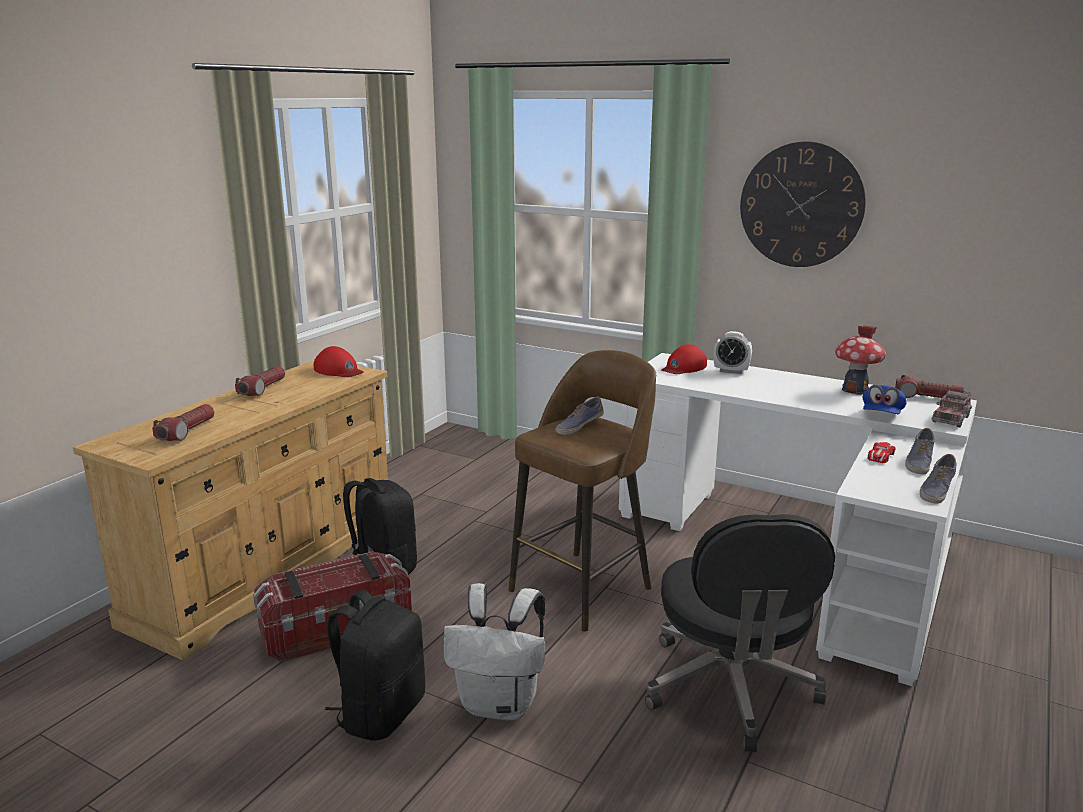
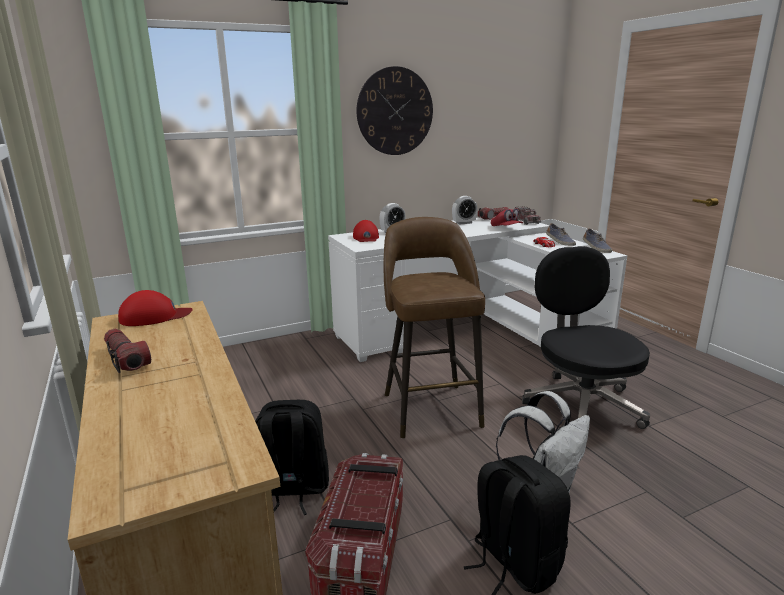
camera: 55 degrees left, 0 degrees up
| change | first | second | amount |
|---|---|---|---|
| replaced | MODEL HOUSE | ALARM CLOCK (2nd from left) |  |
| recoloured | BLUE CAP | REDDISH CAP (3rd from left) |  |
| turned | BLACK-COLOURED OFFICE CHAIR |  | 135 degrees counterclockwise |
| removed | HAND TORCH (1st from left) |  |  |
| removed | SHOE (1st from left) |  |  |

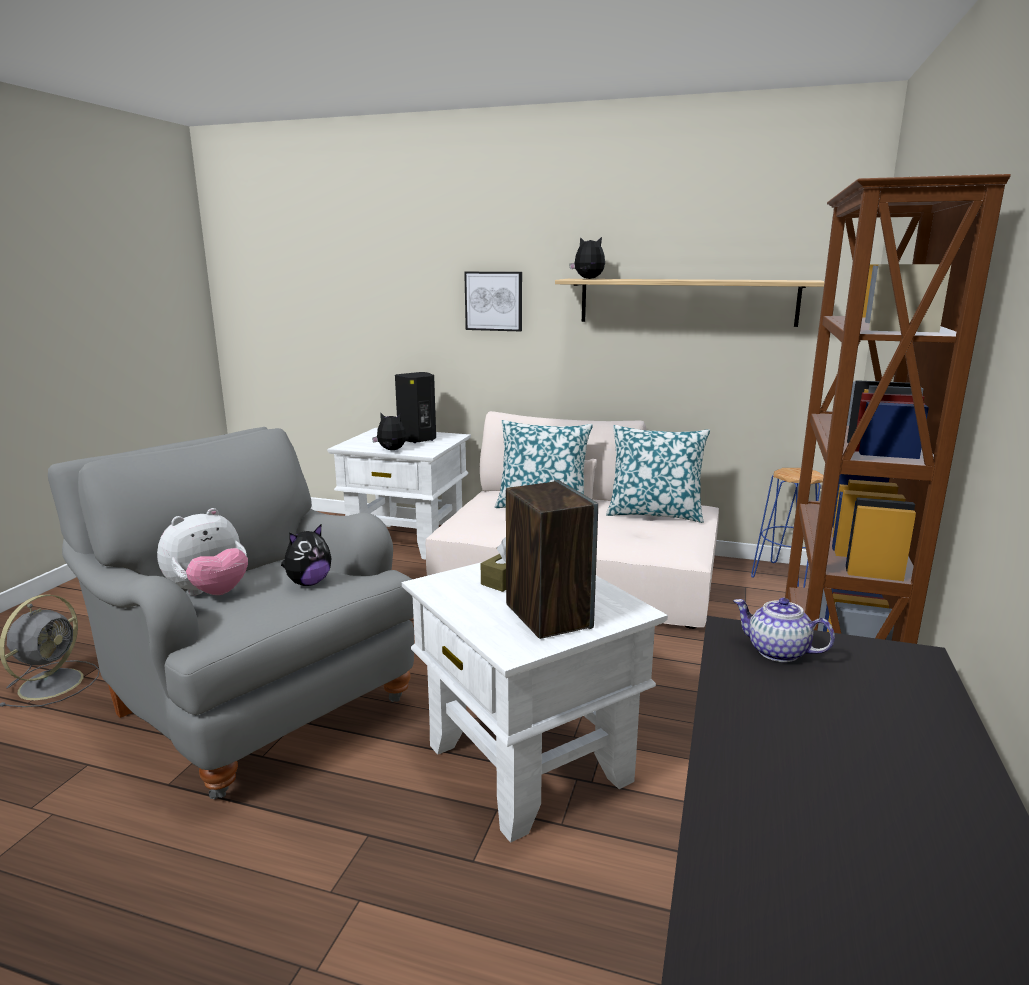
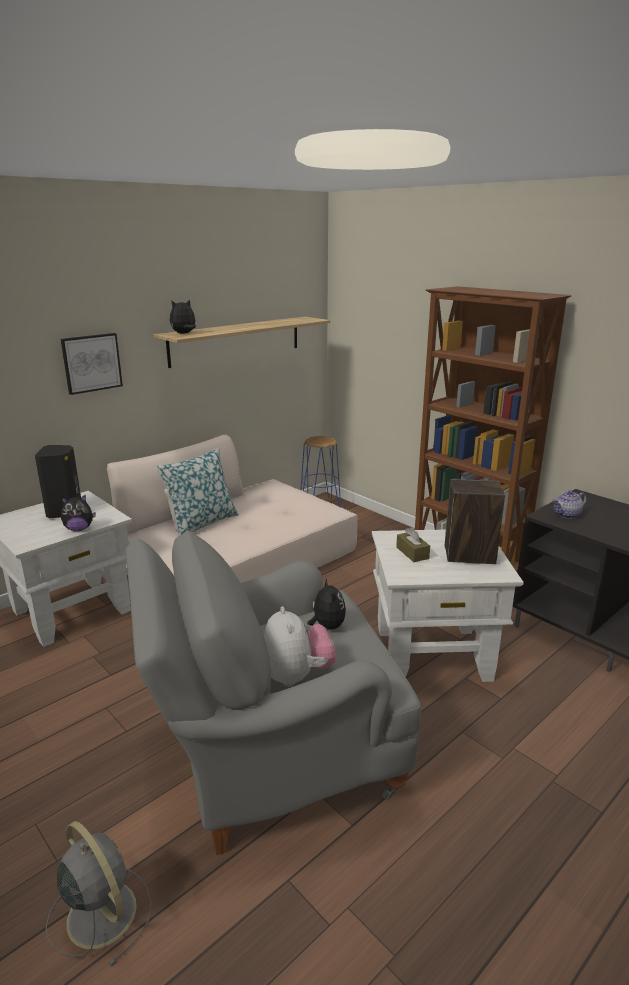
camera: 60 degrees left, 5 degrees up
| change | first | second | amount |
|---|---|---|---|
| turned | SOFT TOY (3rd from left in the first image) | SOFT TOY (1st from left) | 150 degrees counterclockwise |
| removed | THROW PILLOW (2nd from left) |  |  |

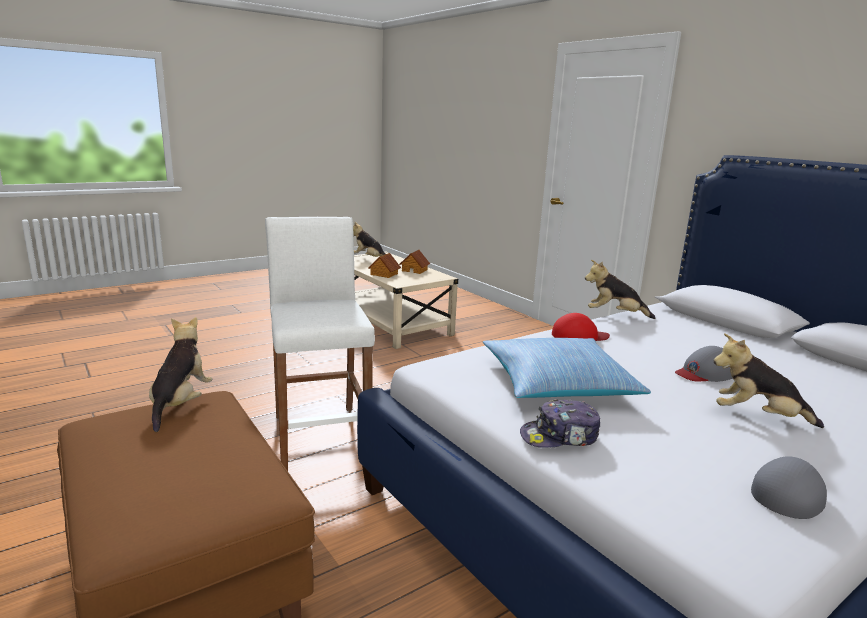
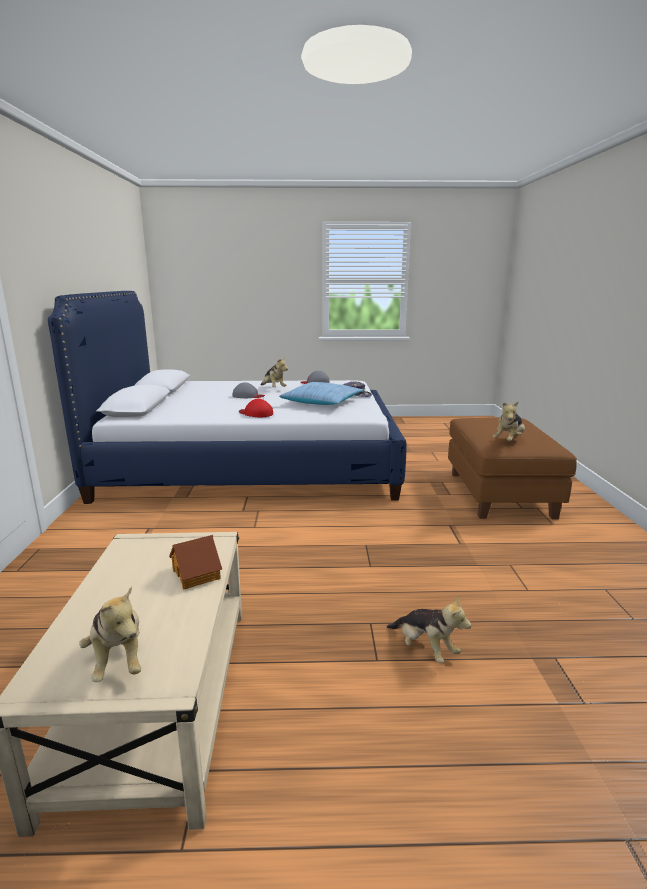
camera: 145 degrees left, 0 degrees up
| change | first | second | amount |
|---|---|---|---|
| moved | SOFT TOY (3rd from left) |  |  |
| removed | WHITE-COLOURED STOOL |  |  |
| removed | MODEL HOUSE (2nd from left) |  |  |

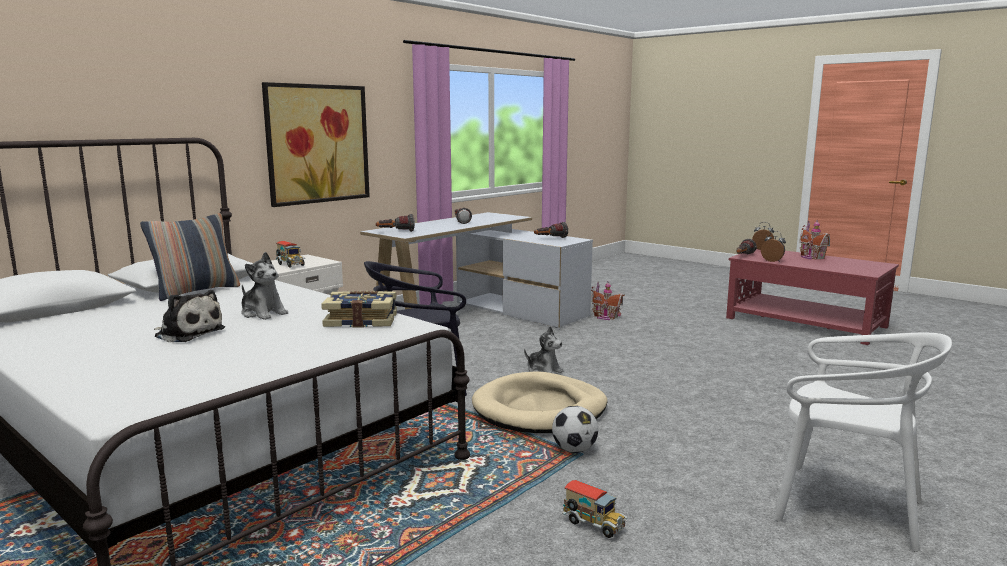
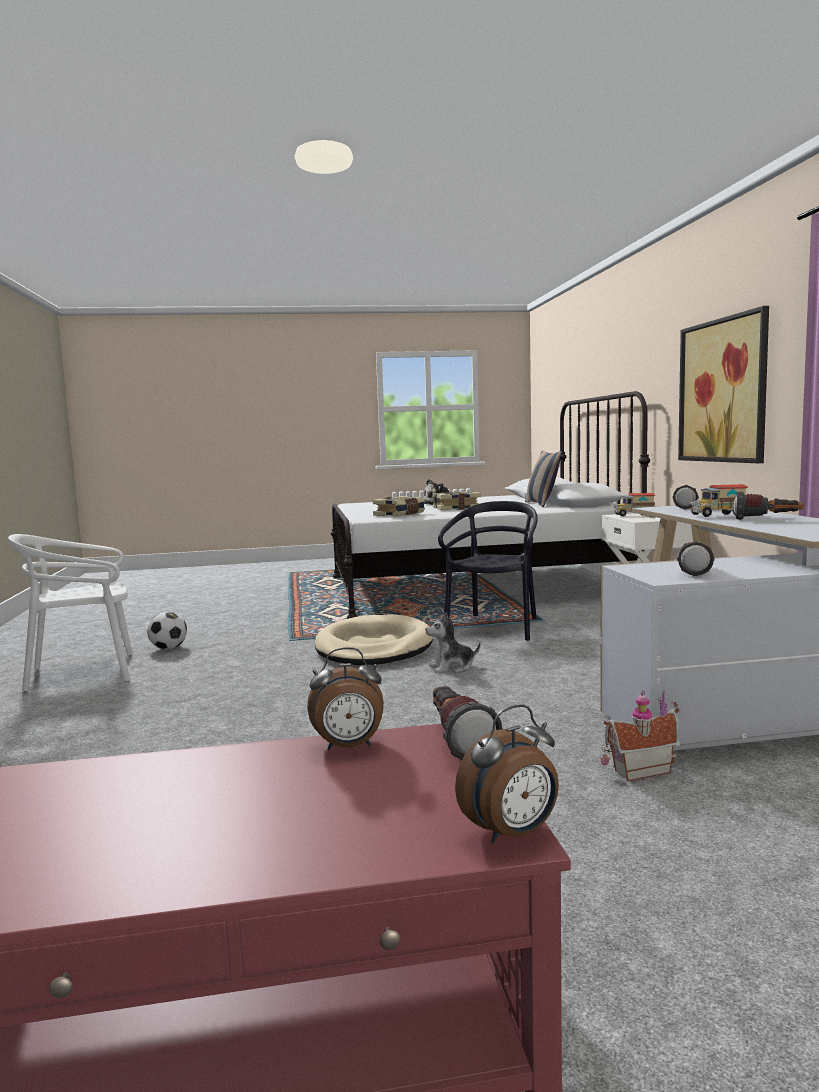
camera: 130 degrees right, 5 degrees down
| change | first | second | amount |
|---|---|---|---|
| moved | FOOTBALL BALL |  |  |
| replaced | SOFT TOY (2nd from left) | VOLUME (2nd from left) |  |
| moved | MODEL TRUCK (2nd from left) |  |  |
| removed | MODEL HOUSE (2nd from left) |  |  |

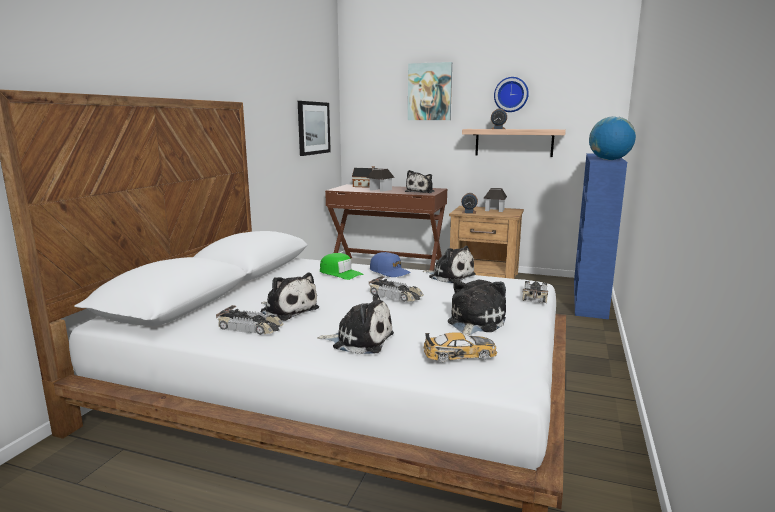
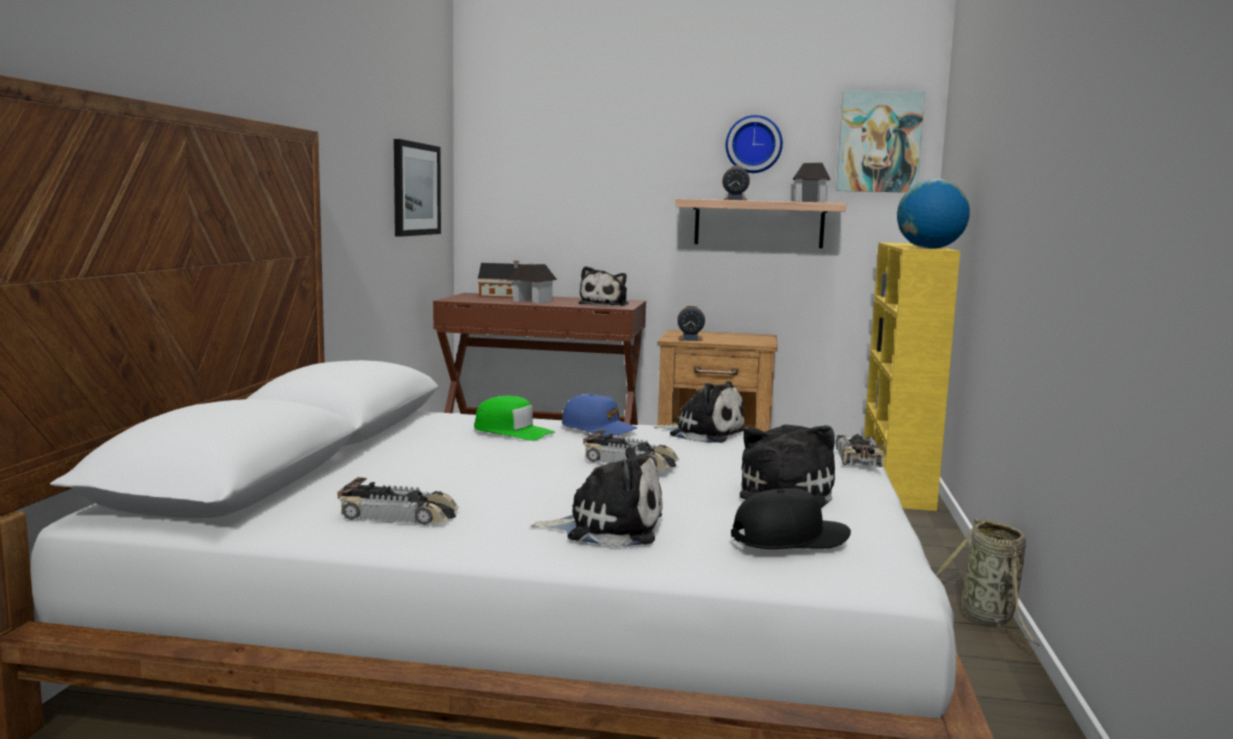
camera: 10 degrees left, 5 degrees down
| change | first | second | amount |
|---|---|---|---|
| replaced | MODEL CAR (3rd from left) | BLACK-COLOURED CAP |  |
| moved | MODEL HOUSE (3rd from left) |  |  |
| moved | PICTURE (2nd from left) |  |  |
| recoloured | BLUE BOOKSHELF | YELLOWISH BOOKSHELF |  |
| added |  | BASKET |  |
| removed | SOFT TOY (1st from left) |  |  |

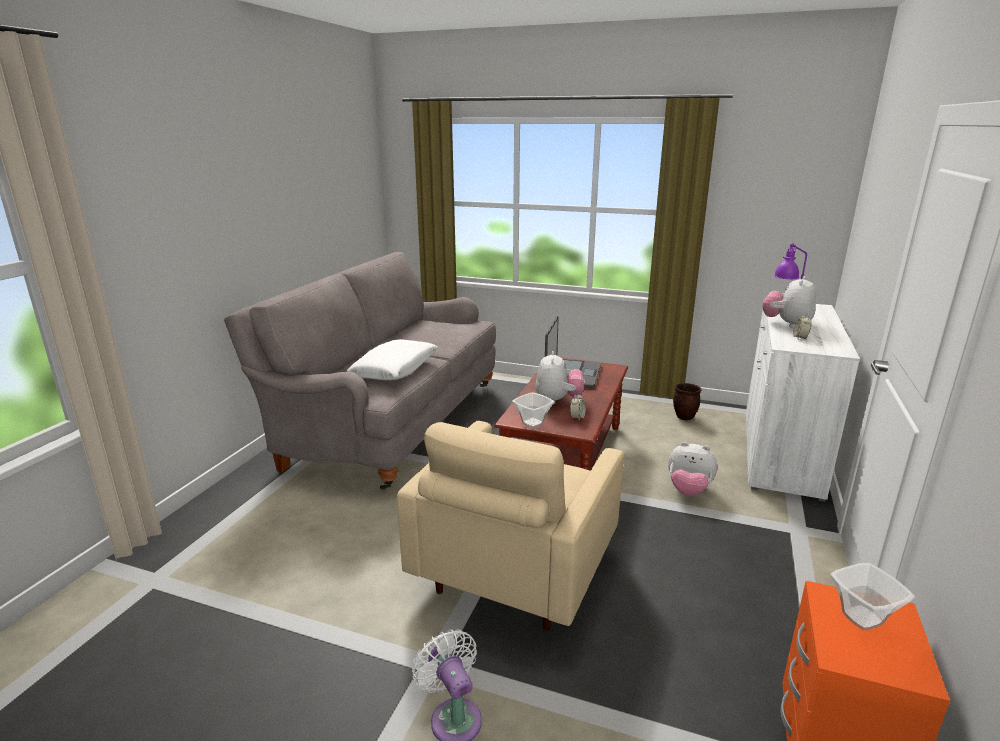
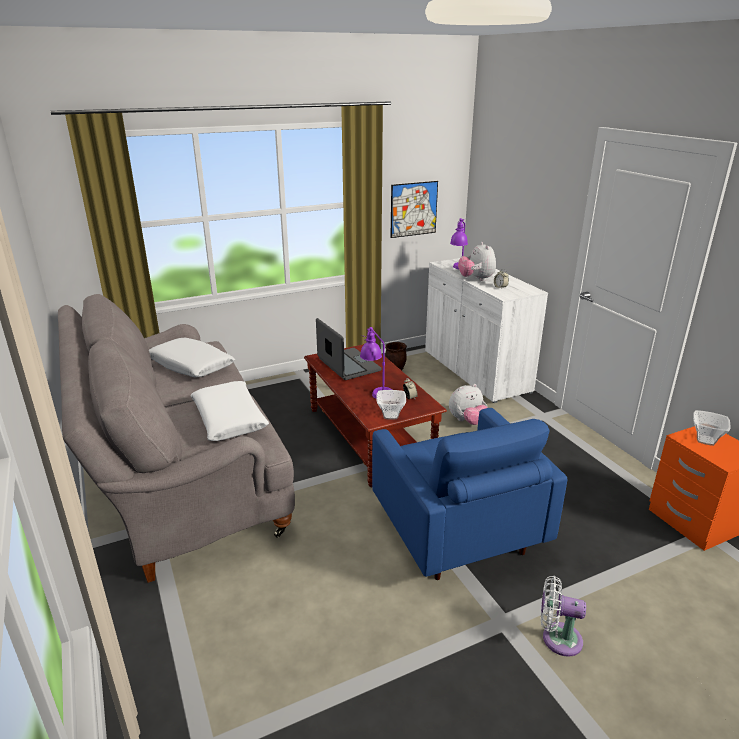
camera: 45 degrees left, 5 degrees up
| change | first | second | amount |
|---|---|---|---|
| added |  | WHITE-COLOURED THROW PILLOW (1st from left) |  |
| replaced | SOFT TOY (1st from left) | PURPLE TABLE LAMP (1st from left) |  |
| recoloured | BEIGE-COLOURED EASY CHAIR | BLUE EASY CHAIR |  |
| added |  | PICTURE |  |

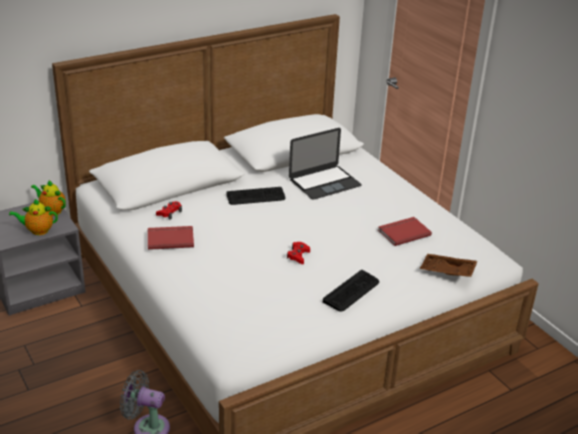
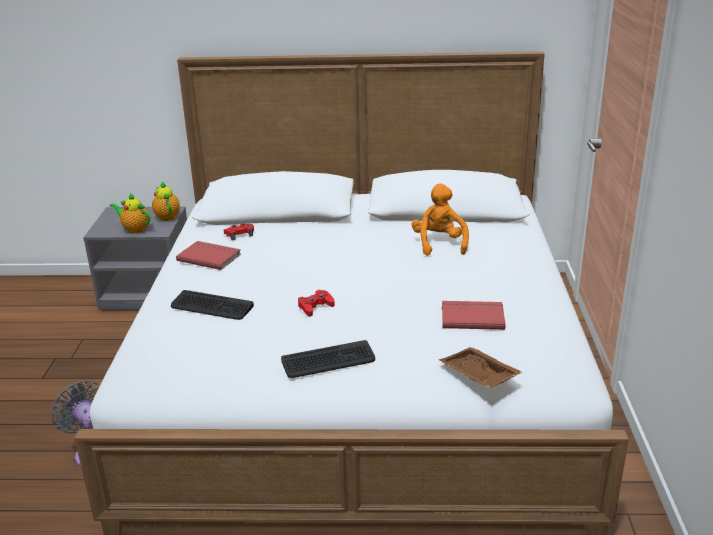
camera: 35 degrees right, 5 degrees down
| change | first | second | amount |
|---|---|---|---|
| moved | COMPUTER KEYBOARD (1st from left) |  |  |
| replaced | NOTEBOOK COMPUTER | ORANGEY SOFT TOY |  |

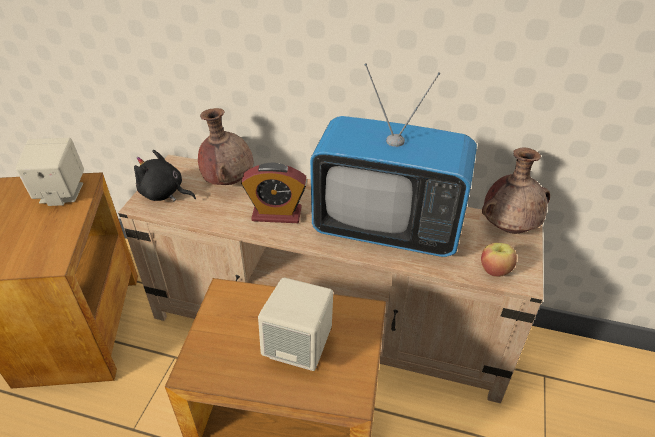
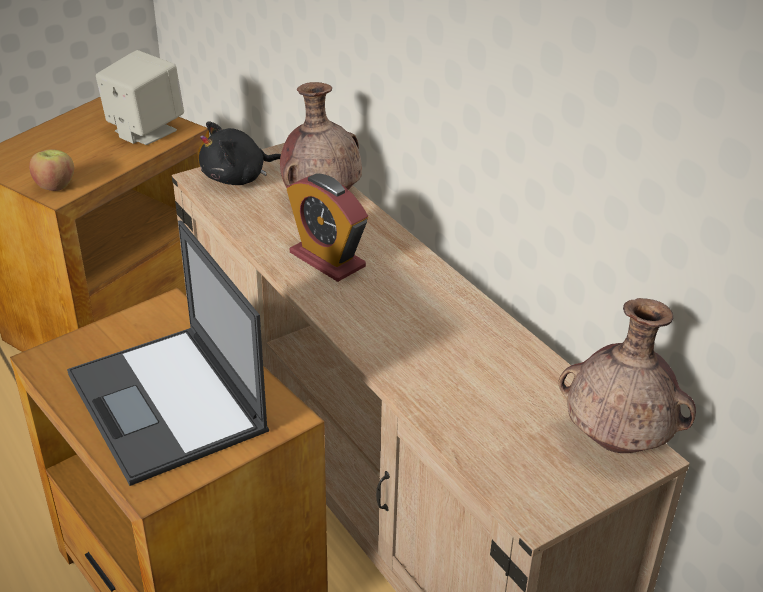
camera: 40 degrees right, 5 degrees down
| change | first | second | amount |
|---|---|---|---|
| moved | WHOLE APPLE |  |  |
| replaced | BEIGE-COLOURED LOUDSPEAKER (2nd from left) | NOTEBOOK COMPUTER |  |
| turned | BLACK-COLOURED SOFT TOY |  | 90 degrees counterclockwise |
| removed | TV SET |  |  |

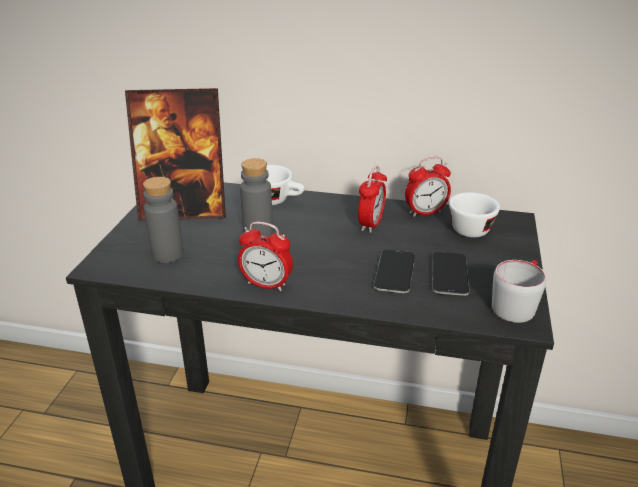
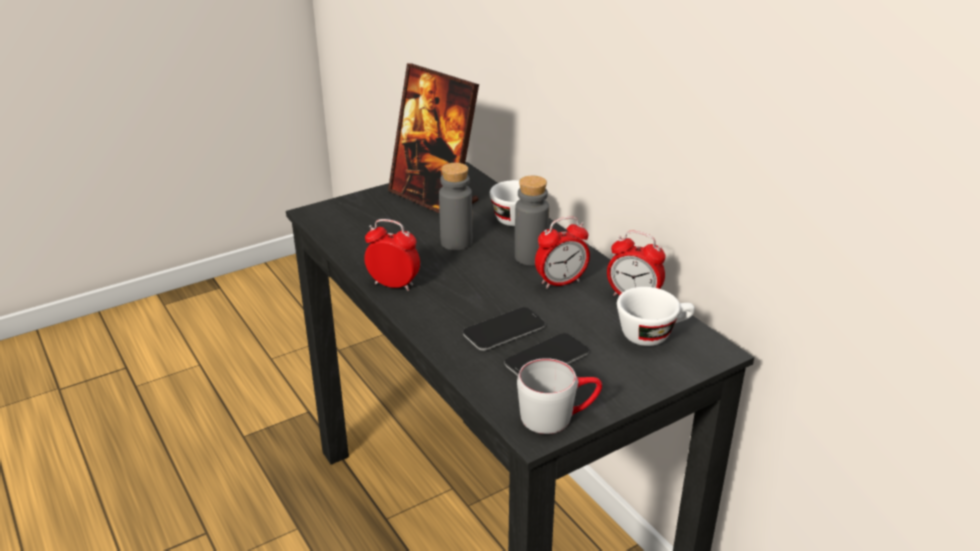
camera: 45 degrees right, 0 degrees up
| change | first | second | amount |
|---|---|---|---|
| turned | ALARM CLOCK (1st from left) |  | 135 degrees clockwise |
| moved | GRAY DRINK BOTTLE (1st from left in the first image) | GRAY DRINK BOTTLE (2nd from left) |  |

